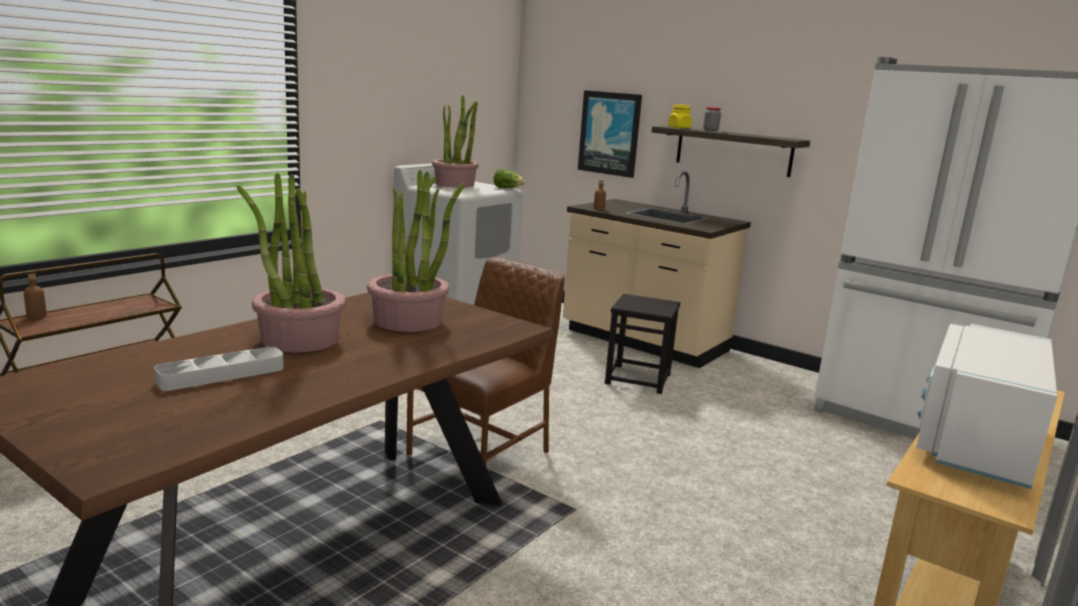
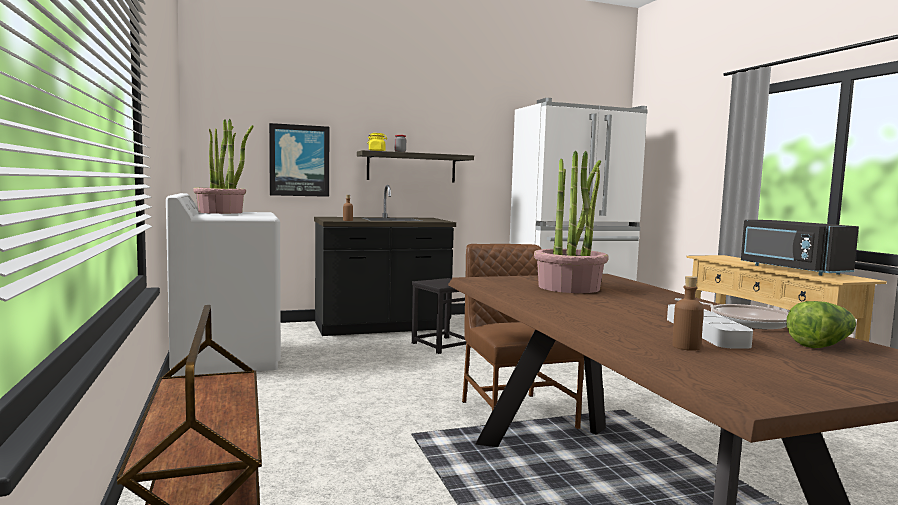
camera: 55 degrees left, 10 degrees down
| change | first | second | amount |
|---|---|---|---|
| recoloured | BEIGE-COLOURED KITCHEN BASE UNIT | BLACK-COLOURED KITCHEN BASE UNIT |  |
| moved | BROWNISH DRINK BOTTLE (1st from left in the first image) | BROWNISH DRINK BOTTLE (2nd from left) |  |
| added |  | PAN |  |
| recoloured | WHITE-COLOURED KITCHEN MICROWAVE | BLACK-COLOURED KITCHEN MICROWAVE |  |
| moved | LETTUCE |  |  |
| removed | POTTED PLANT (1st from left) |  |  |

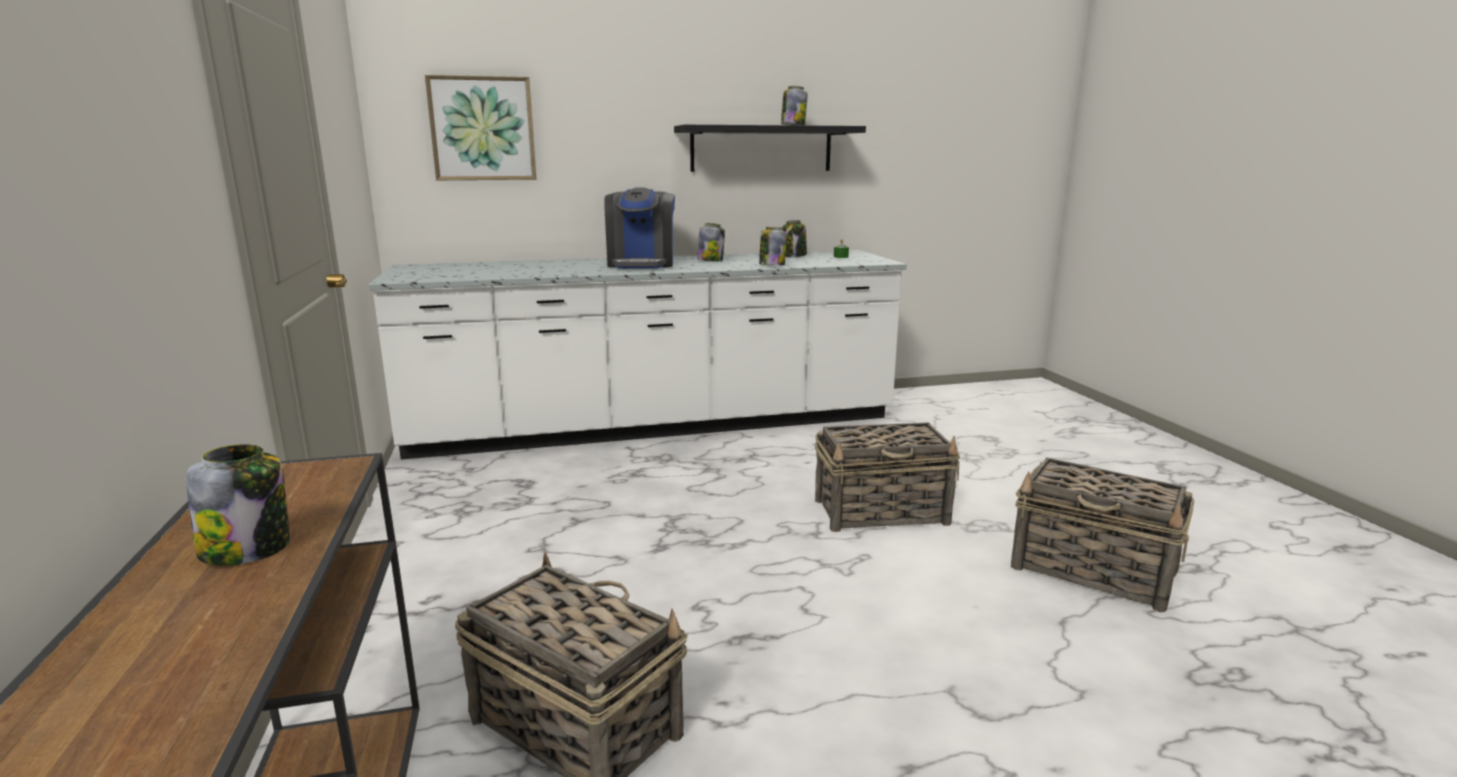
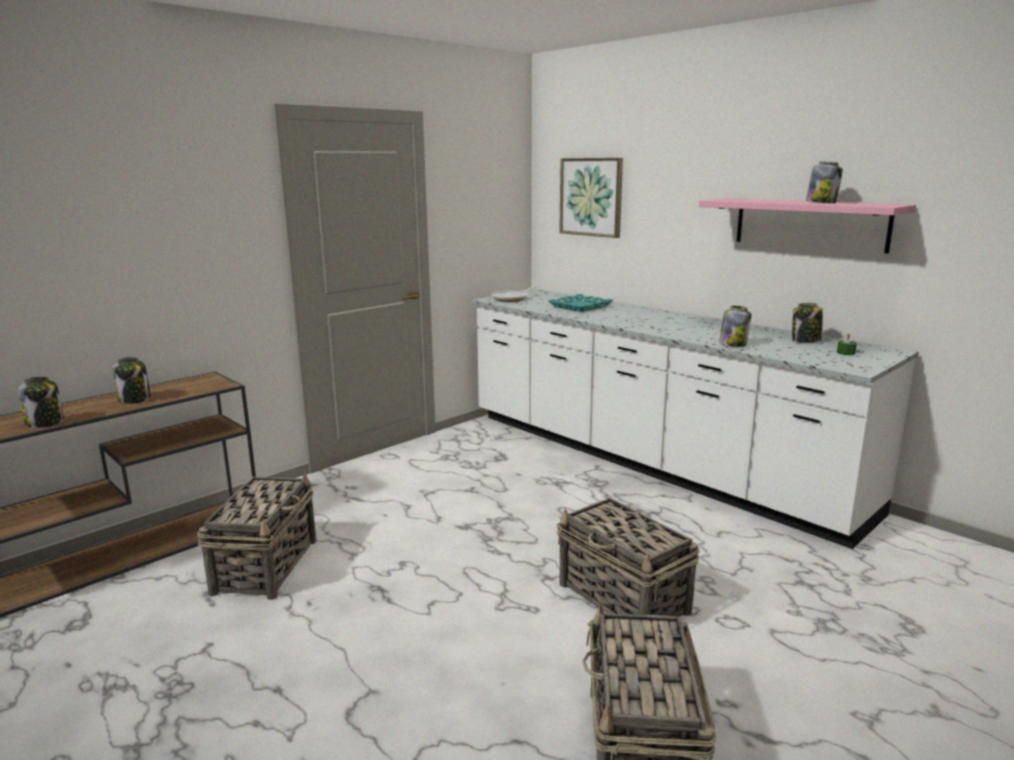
camera: 60 degrees right, 0 degrees up
| change | first | second | amount |
|---|---|---|---|
| moved | JAR (2nd from left in the first image) | JAR (1st from left) |  |
| added |  | PAN |  |
| added |  | TURQUOISE-COLOURED CARRYING TRAY |  |
| recoloured | BLACK-COLOURED WALL SHELF | PINK-COLOURED WALL SHELF |  |
| removed | COFFEE MACHINE |  |  |

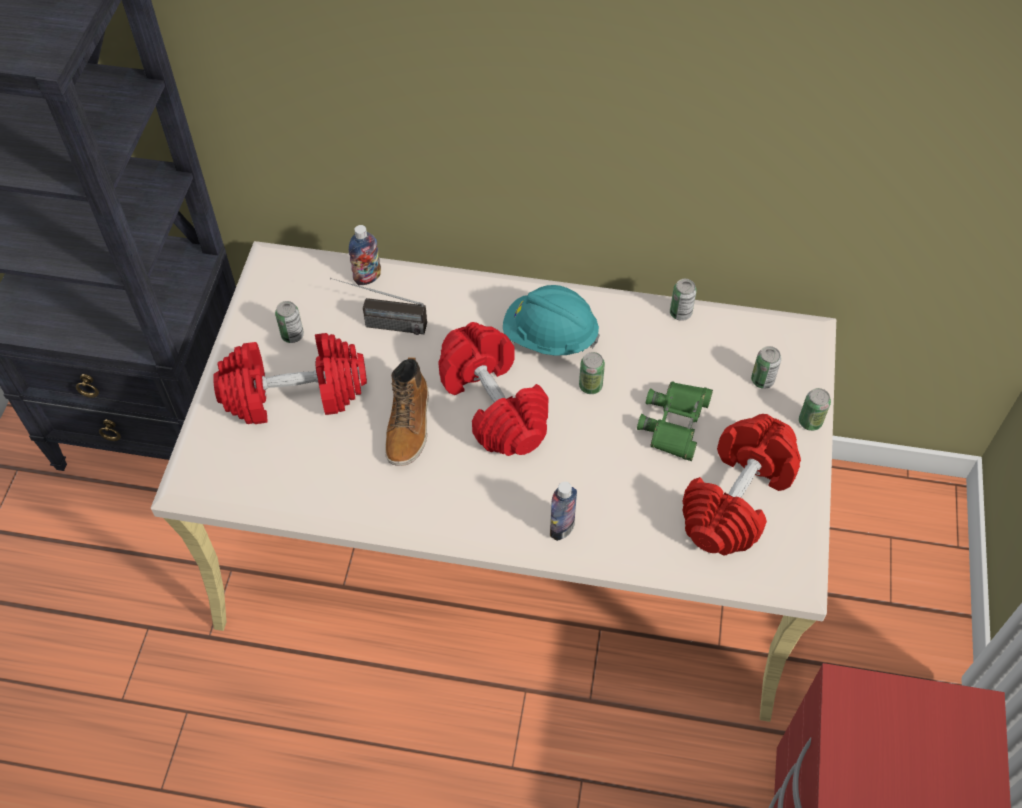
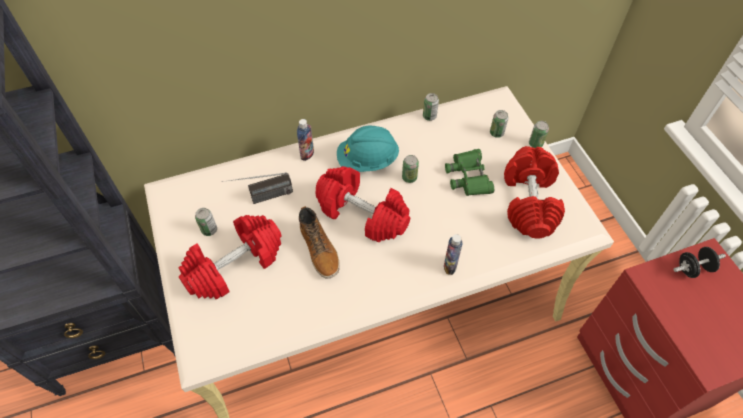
camera: 30 degrees left, 0 degrees up
| change | first | second | amount |
|---|---|---|---|
| moved | DRINK BOTTLE (1st from left) |  |  |
| added |  | BLACK-COLOURED HAND WEIGHT |  |

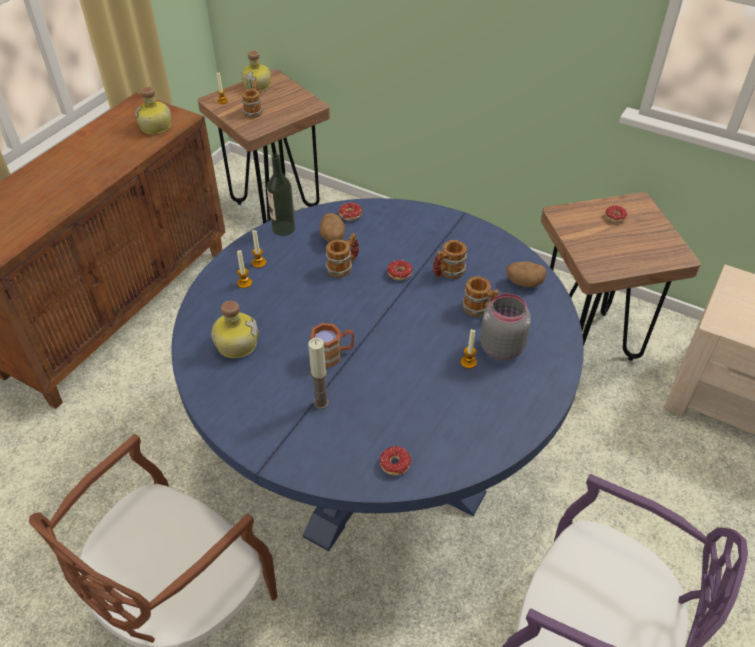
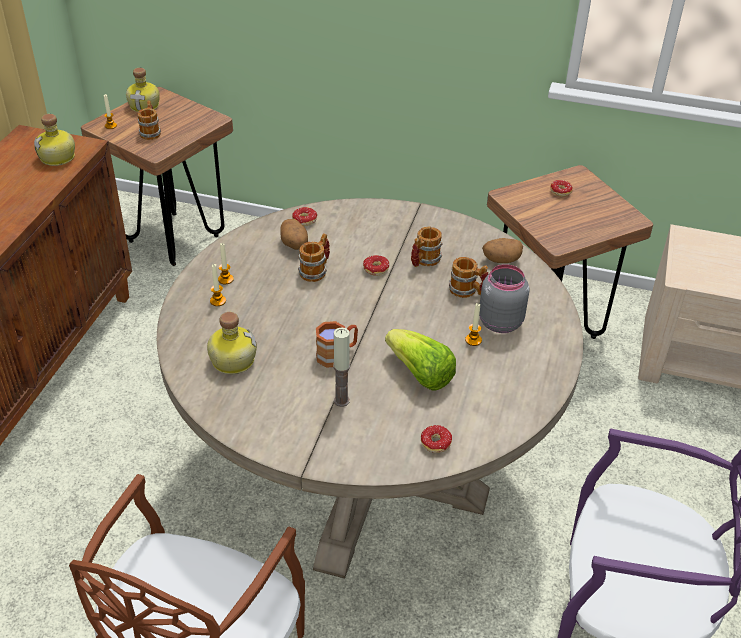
camera: 15 degrees left, 5 degrees down
| change | first | second | amount |
|---|---|---|---|
| recoloured | BLUE KITCHEN TABLE | BEIGE-COLOURED KITCHEN TABLE |  |
| added |  | LETTUCE |  |
| removed | DRINK BOTTLE (4th from left) |  |  |

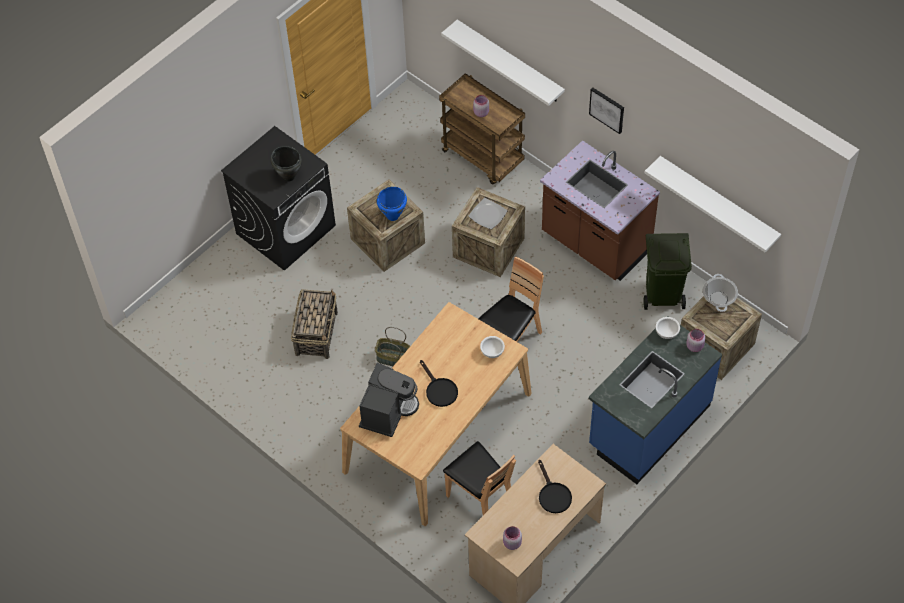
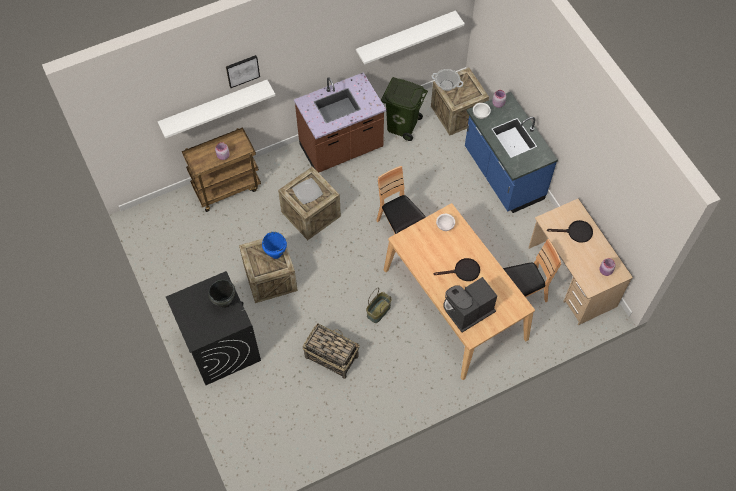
camera: 70 degrees left, 5 degrees up
| change | first | second | amount |
|---|---|---|---|
| moved | PICTURE |  |  |
| turned | COFFEE MACHINE |  | 75 degrees counterclockwise |

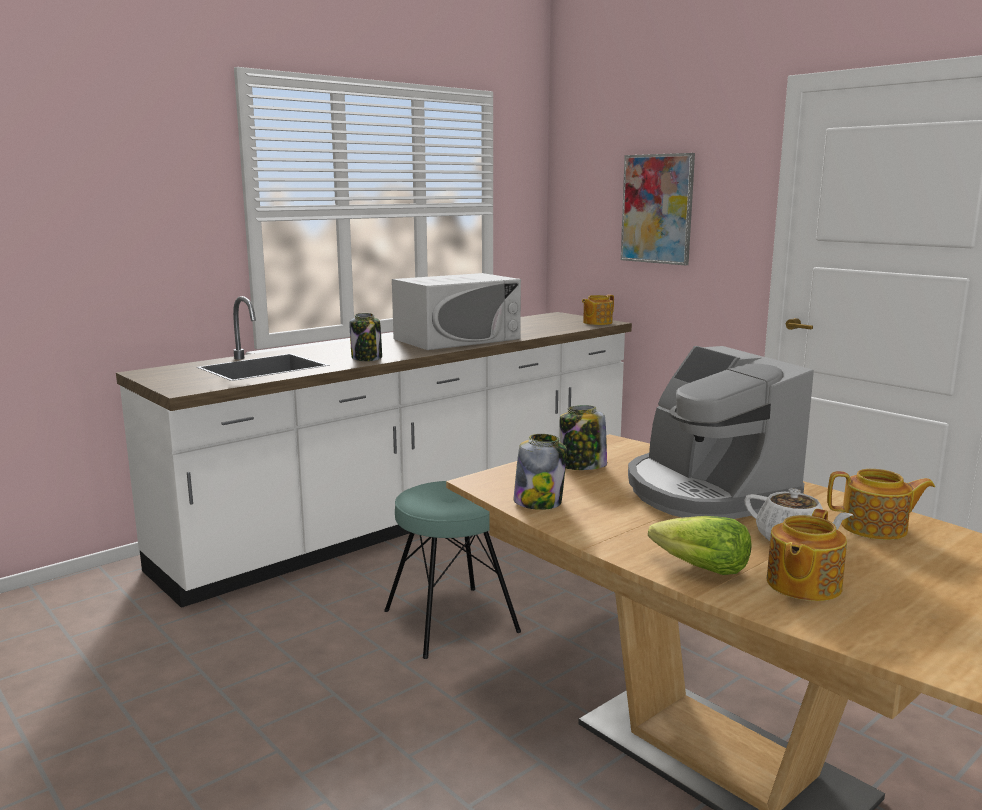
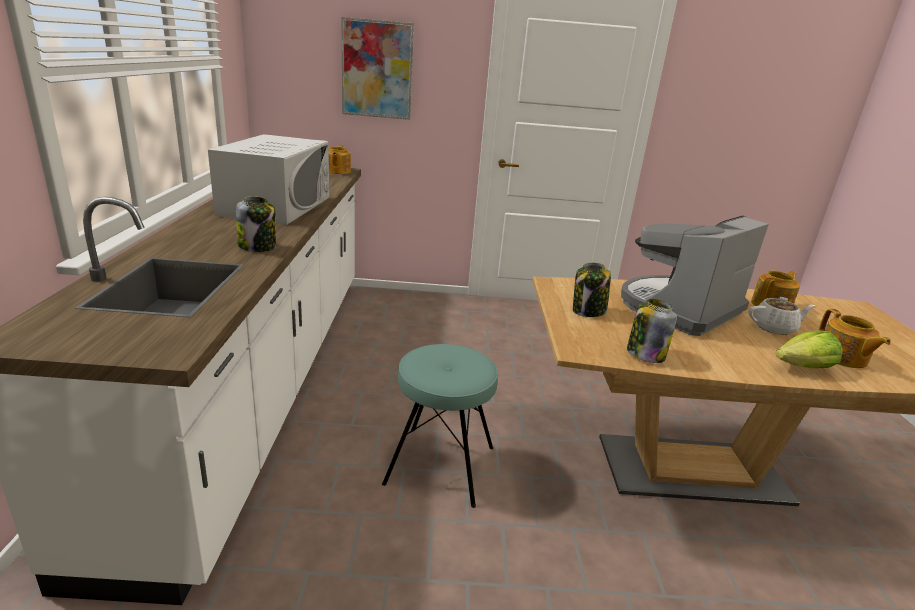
camera: 50 degrees left, 10 degrees up
| change | first | second | amount |
|---|---|---|---|
| turned | COFFEE MACHINE |  | 120 degrees clockwise |

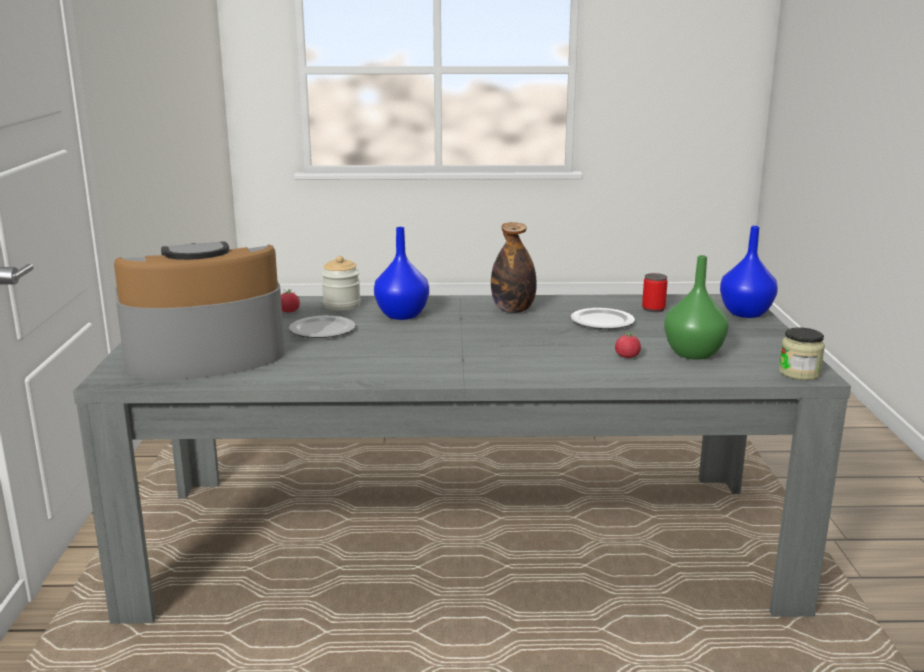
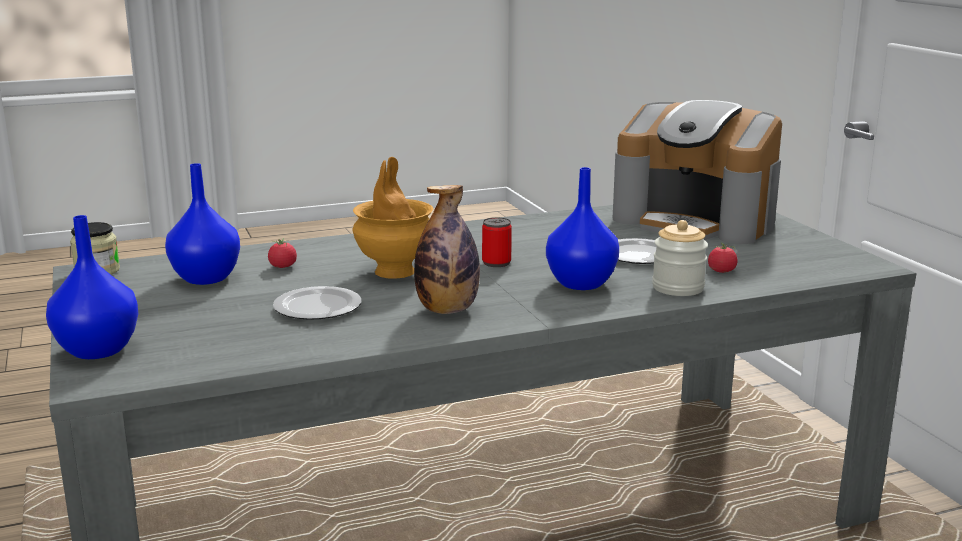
camera: 160 degrees right, 0 degrees up
| change | first | second | amount |
|---|---|---|---|
| recoloured | GREEN DECORATIVE VASE | BLUE DECORATIVE VASE (2nd from left) |  |
| added |  | BROWNISH DECORATIVE VASE |  |
| moved | CAN |  |  |
| turned | COFFEE MACHINE |  | 75 degrees clockwise |

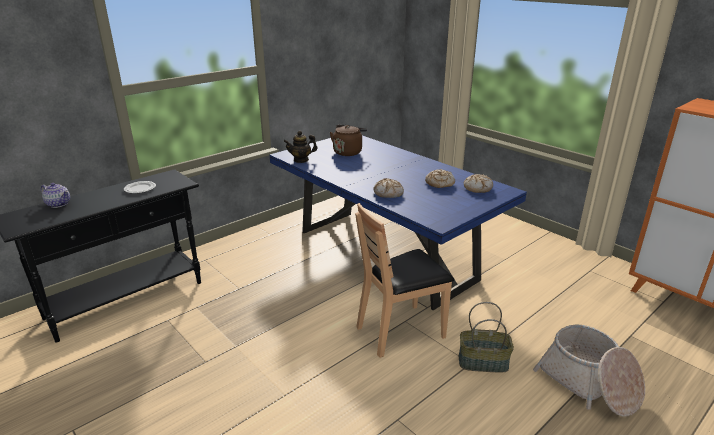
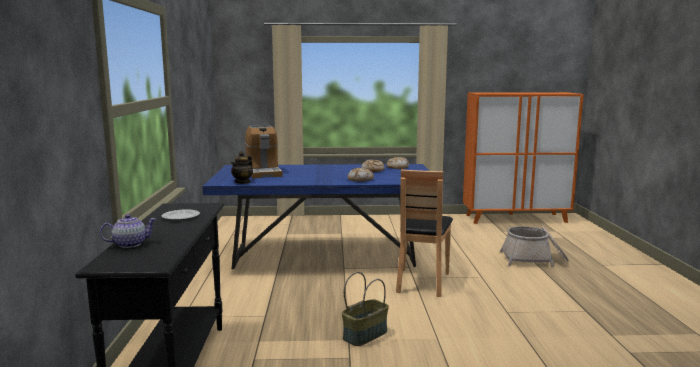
camera: 50 degrees left, 15 degrees down
| change | first | second | amount |
|---|---|---|---|
| replaced | BROWNISH WATER KETTLE | COFFEE MACHINE |  |
| moved | BASKET (1st from left) |  |  |

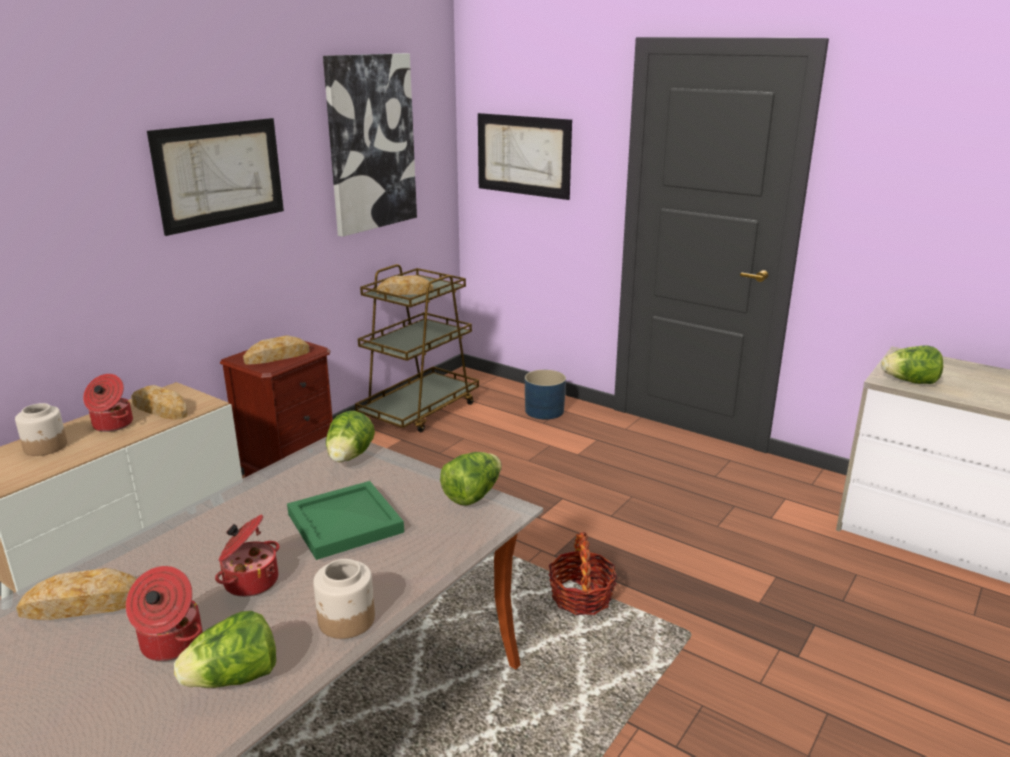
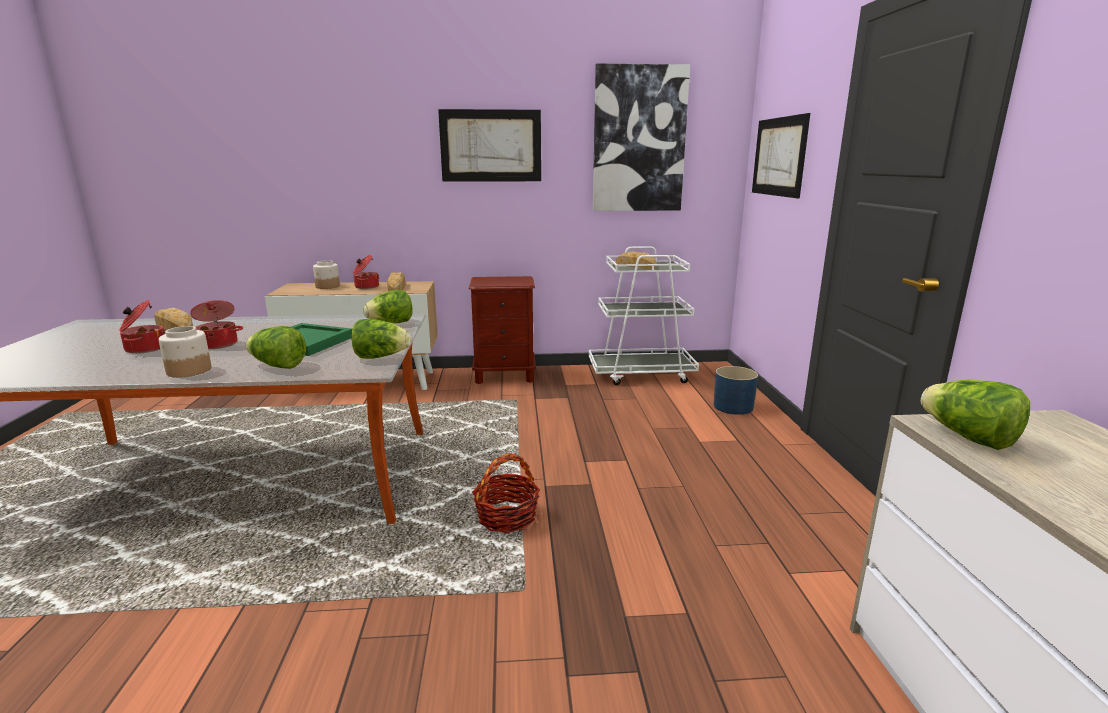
camera: 50 degrees right, 5 degrees down
| change | first | second | amount |
|---|---|---|---|
| moved | LETTUCE (1st from left) |  |  |
| recoloured | BROWNISH TROLLEY | WHITE-COLOURED TROLLEY |  |
| removed | BREAD (3rd from left) |  |  |

